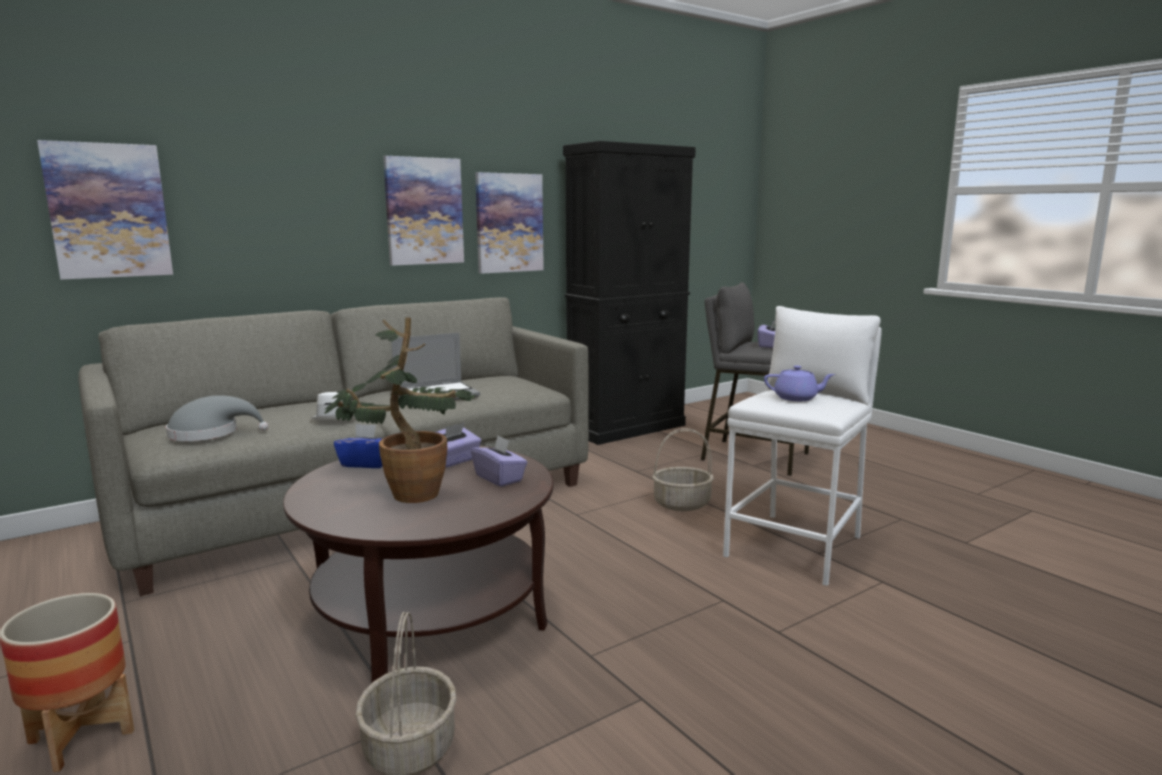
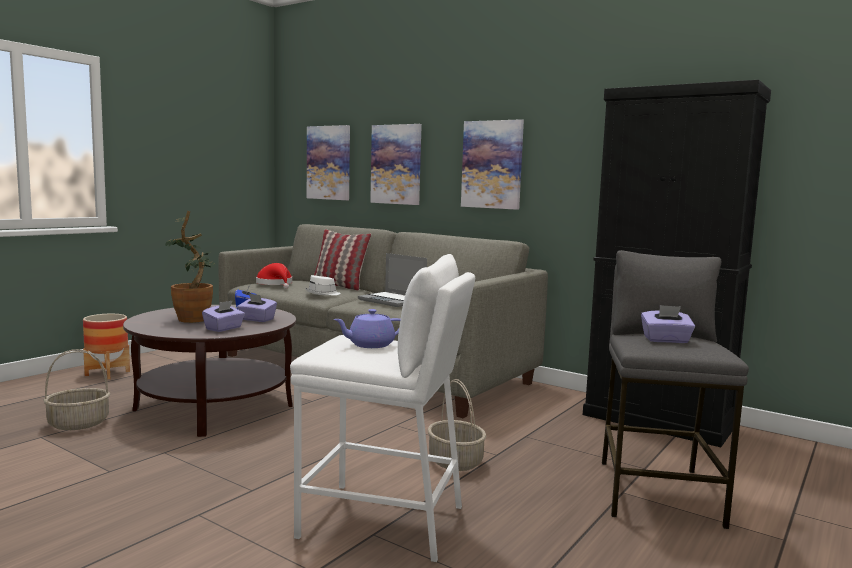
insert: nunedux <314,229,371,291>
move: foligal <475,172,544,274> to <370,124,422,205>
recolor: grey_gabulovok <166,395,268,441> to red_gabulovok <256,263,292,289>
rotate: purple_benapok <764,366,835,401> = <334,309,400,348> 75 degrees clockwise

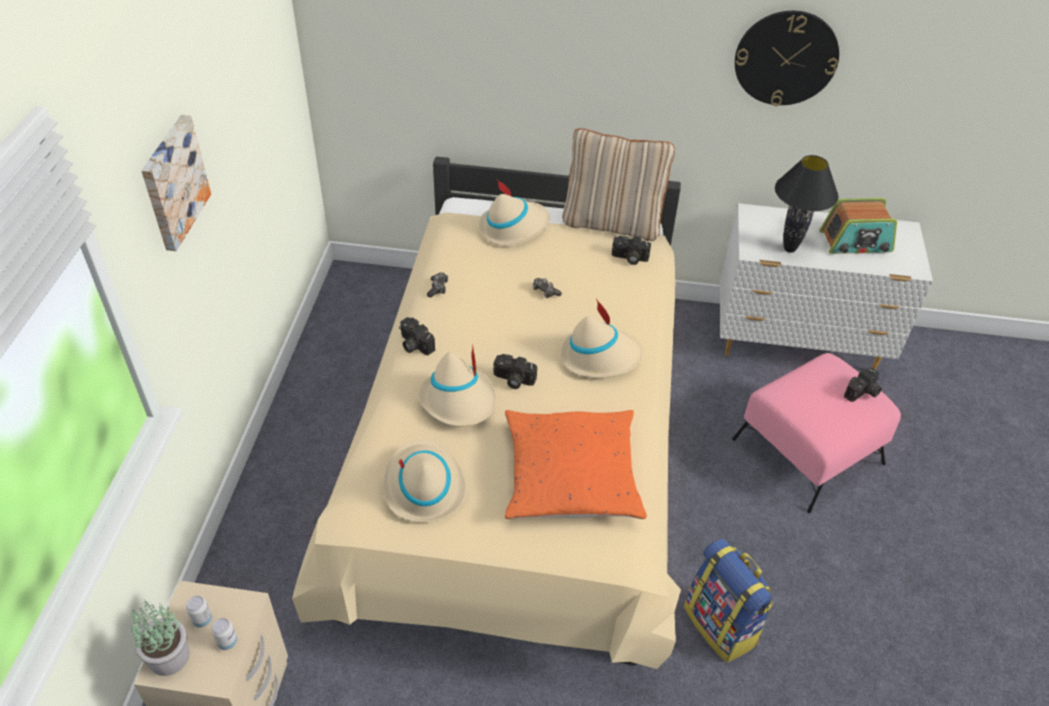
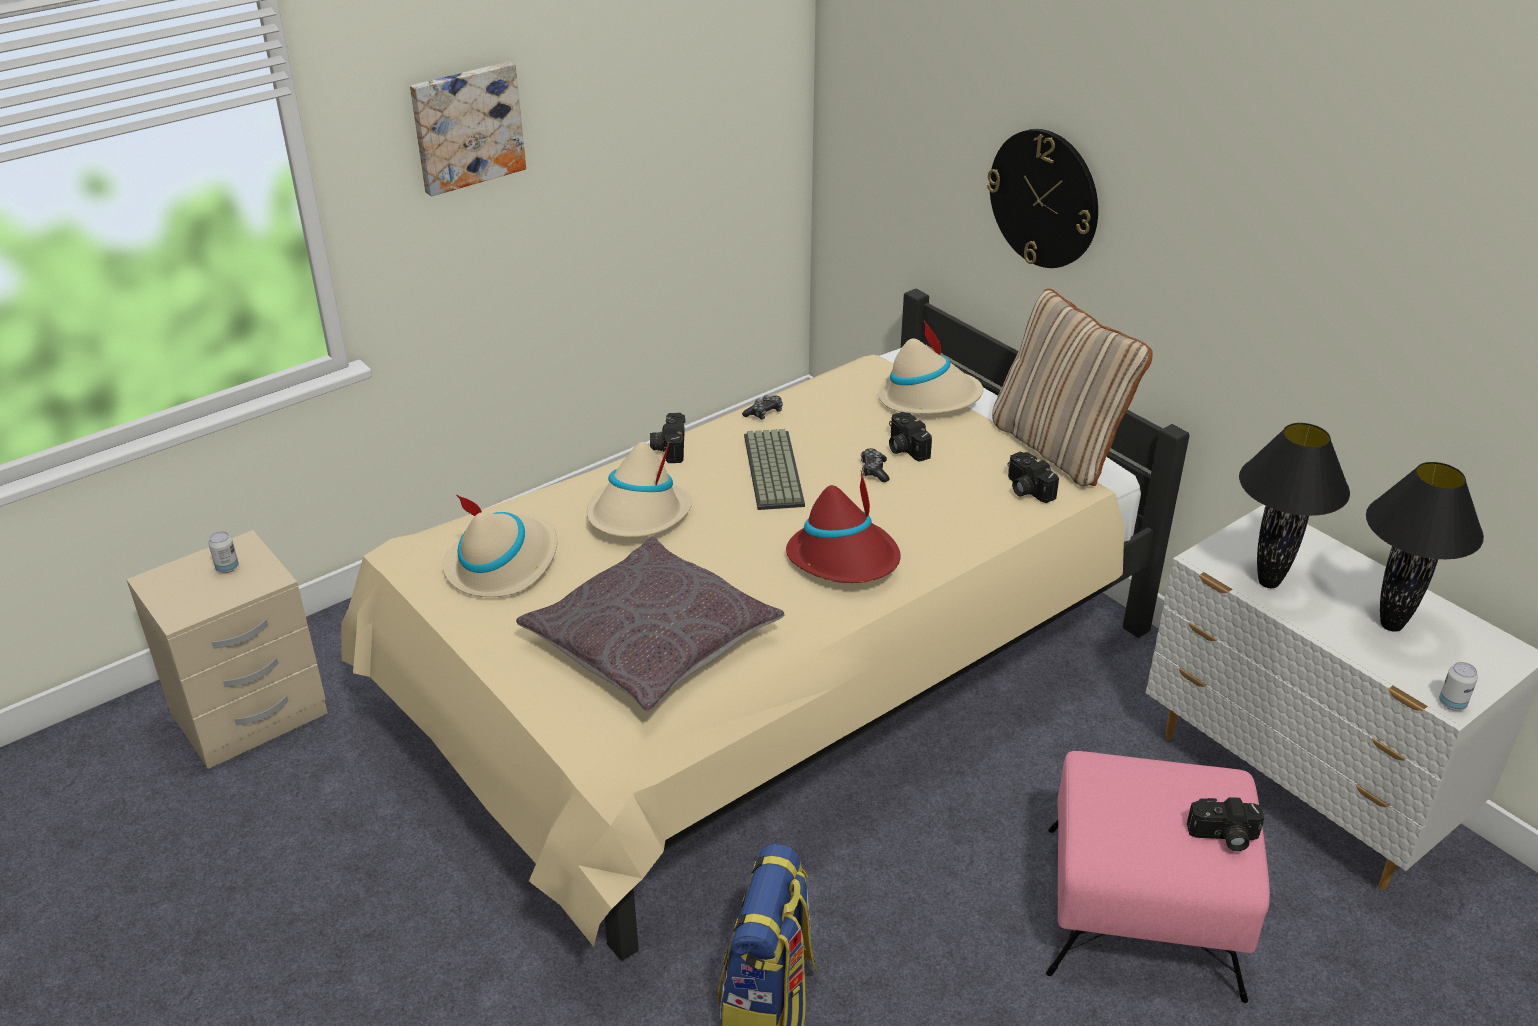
delete: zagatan <130,599,189,676>
insert: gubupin <744,429,805,510>
move: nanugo <493,354,537,389> to <889,412,932,462>; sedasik <735,11,839,106> to <987,129,1098,268>; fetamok <212,618,237,650> to <1439,662,1478,711>
replace: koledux <819,198,897,254> to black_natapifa <1366,462,1484,632>
recolor: orange_nunedux <505,410,647,519> to grey_nunedux <516,536,784,712>; beige_gabulovok <560,299,644,378> to red_gabulovok <786,470,901,583>

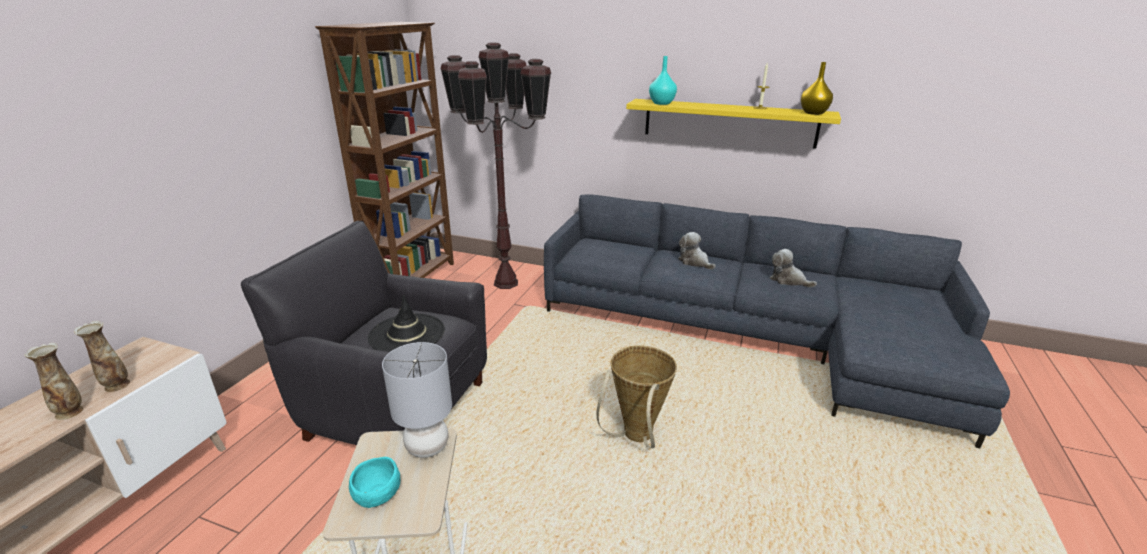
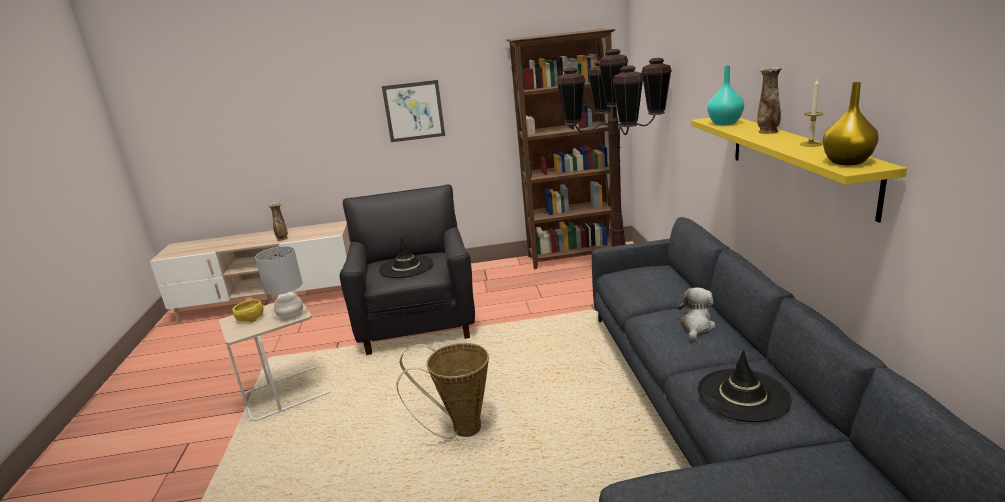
insert: foligal <382,80,445,142>
move: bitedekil <74,321,130,392> to <757,67,782,134>
replace: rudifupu <770,249,817,287> to black_gabulovok <697,350,792,422>
recolor: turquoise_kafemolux <349,457,400,508> to yellow_kafemolux <232,299,264,322>

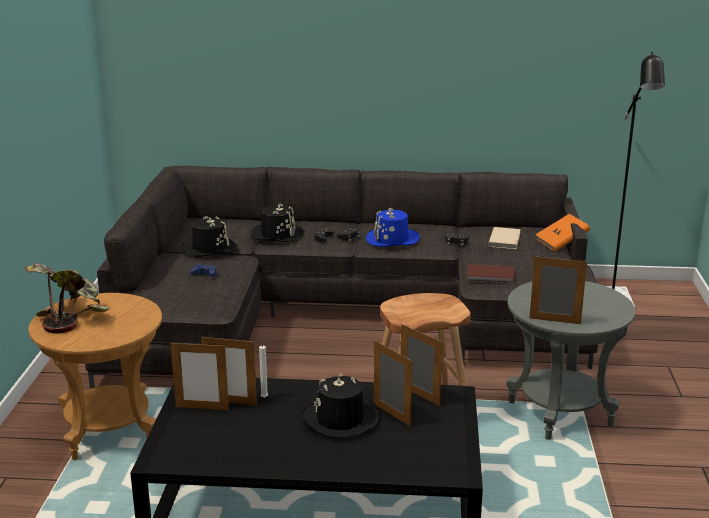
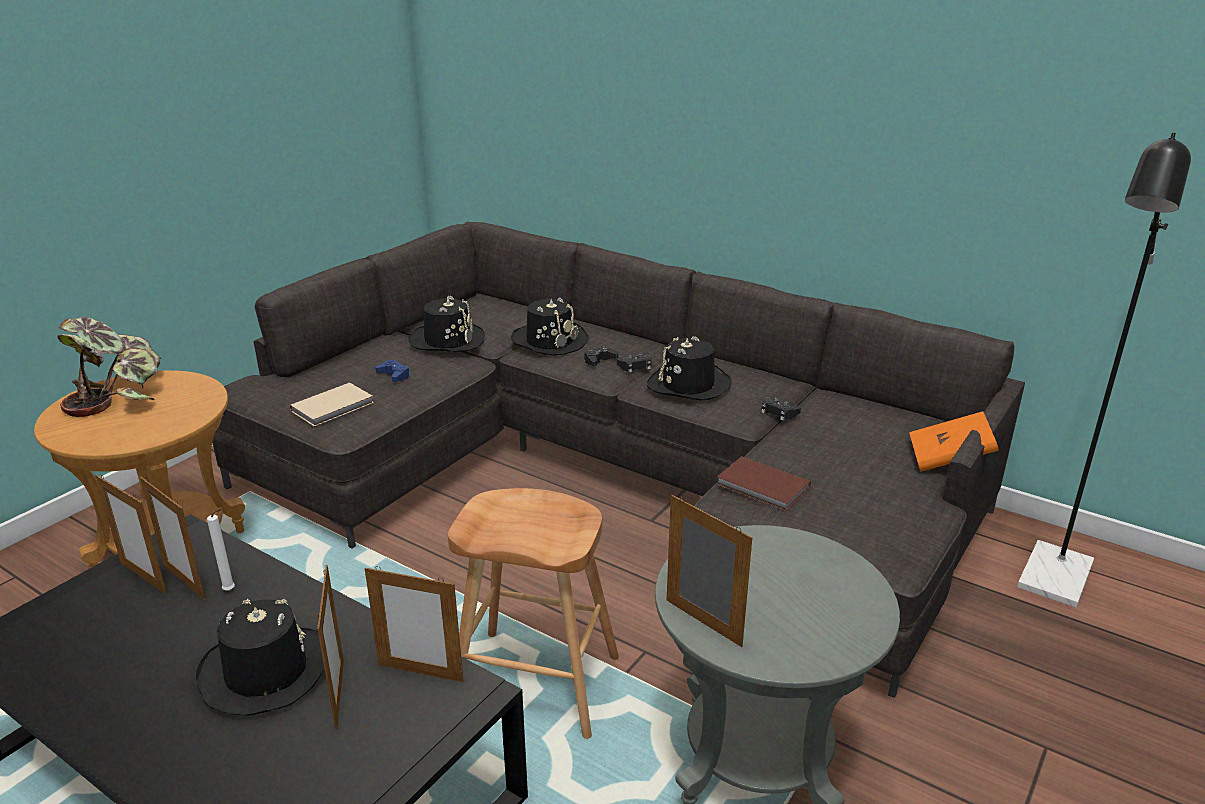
move: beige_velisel <488,227,521,249> to <290,383,374,426>
recolor: blue_gabulovok <366,208,420,247> to black_gabulovok <647,336,732,400>
rotate: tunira <401,324,443,406> = <365,566,463,682> 120 degrees clockwise

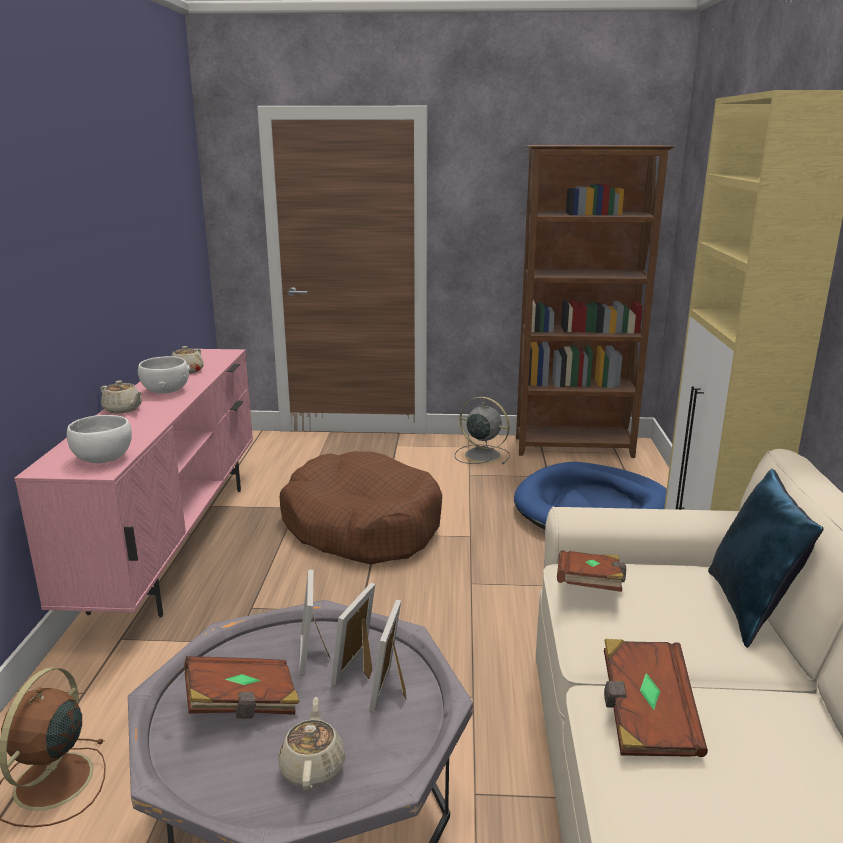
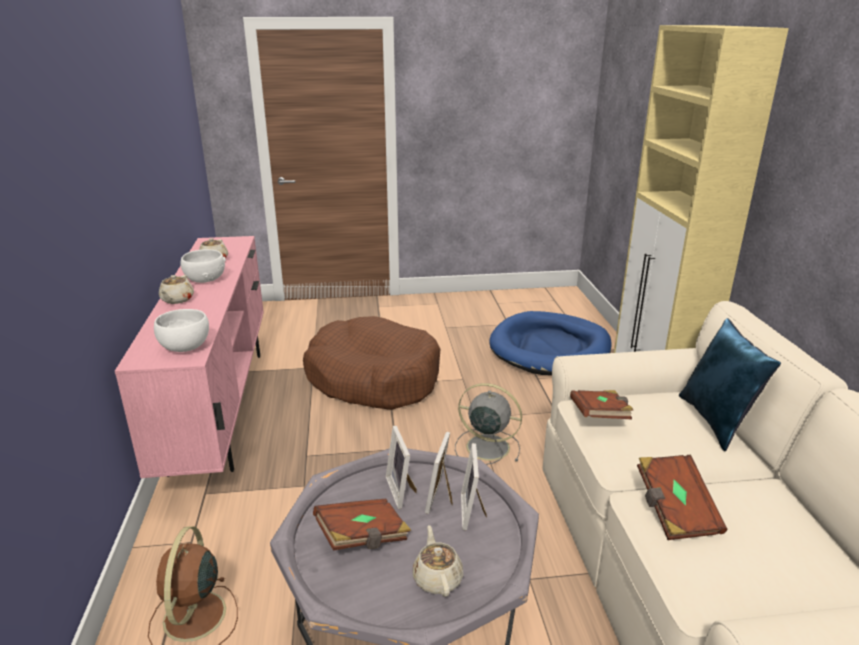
delete: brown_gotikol <516,145,675,458>
move: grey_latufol <455,397,510,464> to <455,383,522,465>
rotate: beige_benapok <101,380,142,414> = <159,275,194,304> 75 degrees clockwise

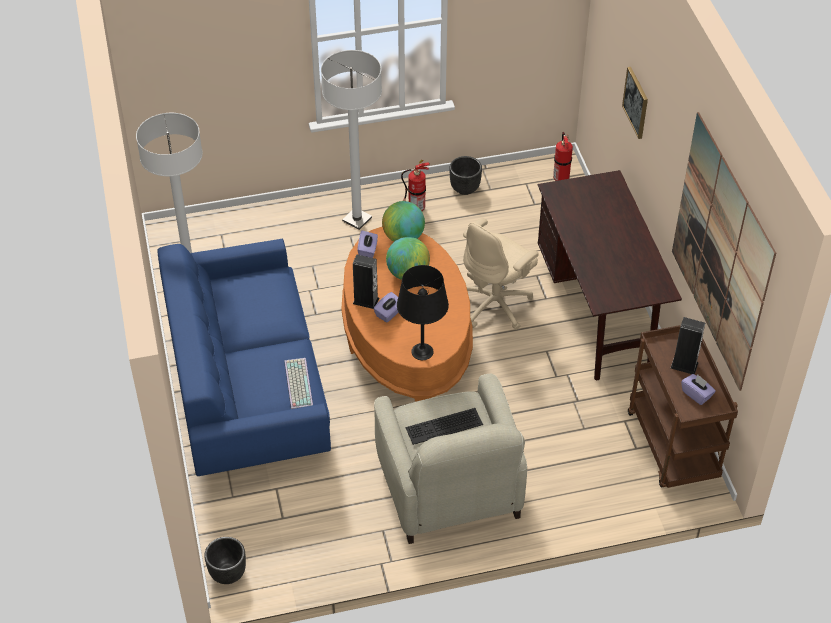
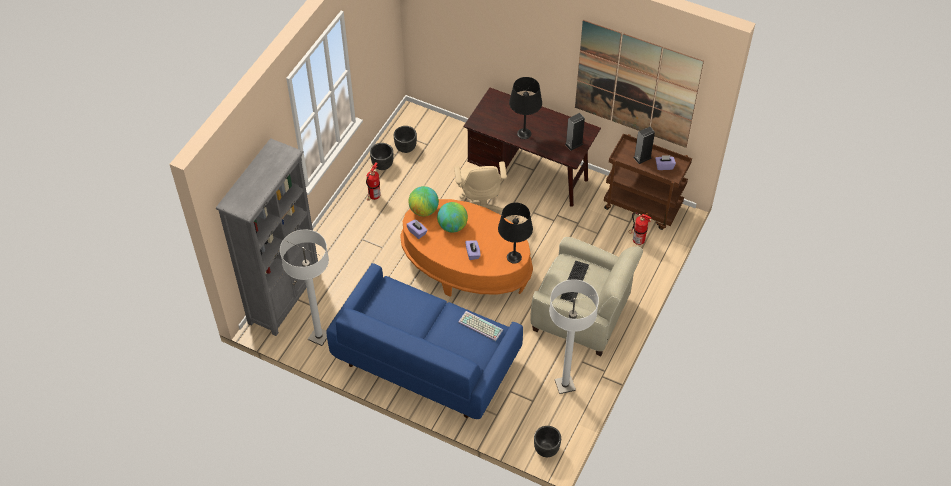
delete: foligal <622,67,648,139>
insert: grey_gotikol <216,138,318,336>; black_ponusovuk <394,126,417,153>; black_natapifa <509,77,542,139>
move: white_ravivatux <321,50,382,230> to <549,279,599,394>; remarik <353,255,379,309> to <565,113,585,151>; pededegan <553,132,573,181> to <629,212,651,245>

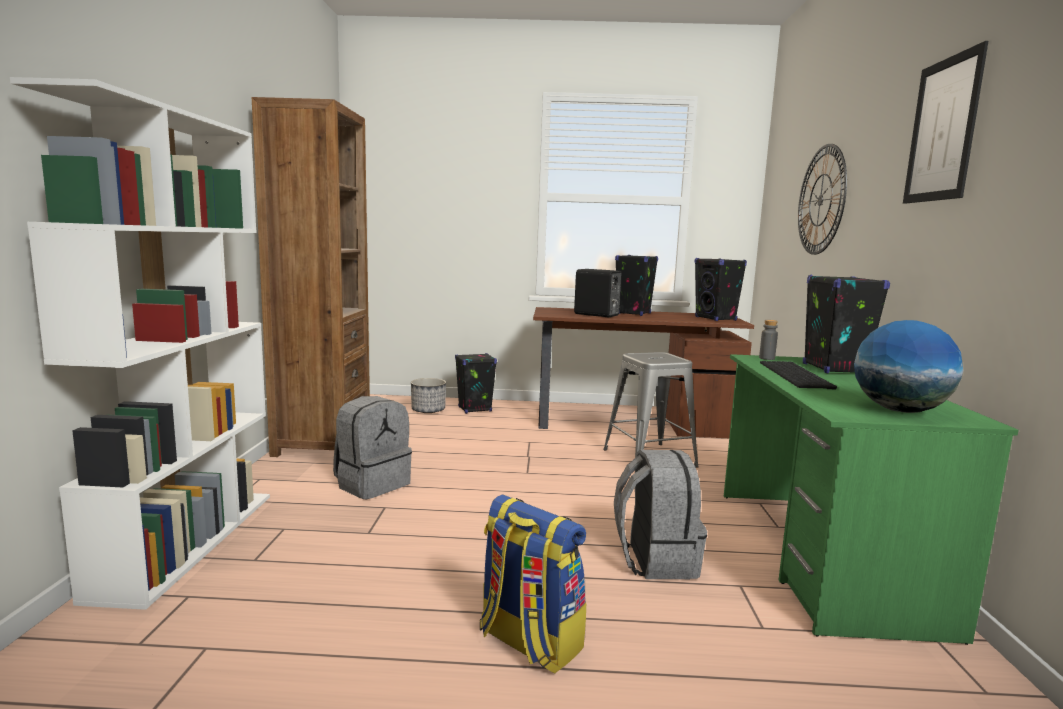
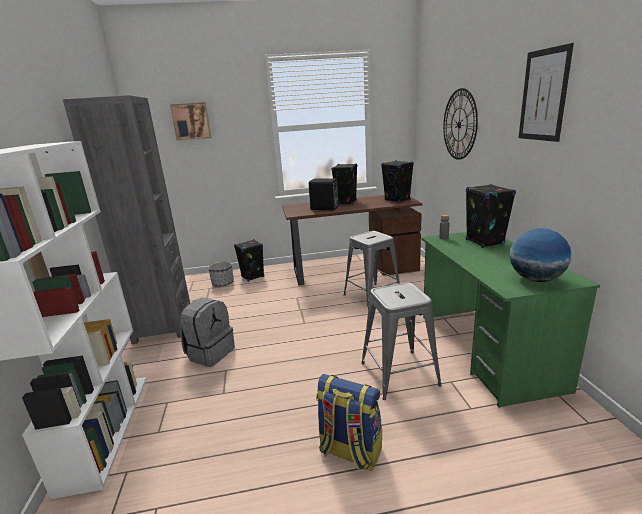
delete: gubupin <760,361,837,390>
insert: foligal <170,102,211,141>
replace: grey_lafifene <614,450,707,579> to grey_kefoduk <361,282,442,400>
recolor: brown_gotikol <252,97,370,457> to grey_gotikol <63,95,190,344>

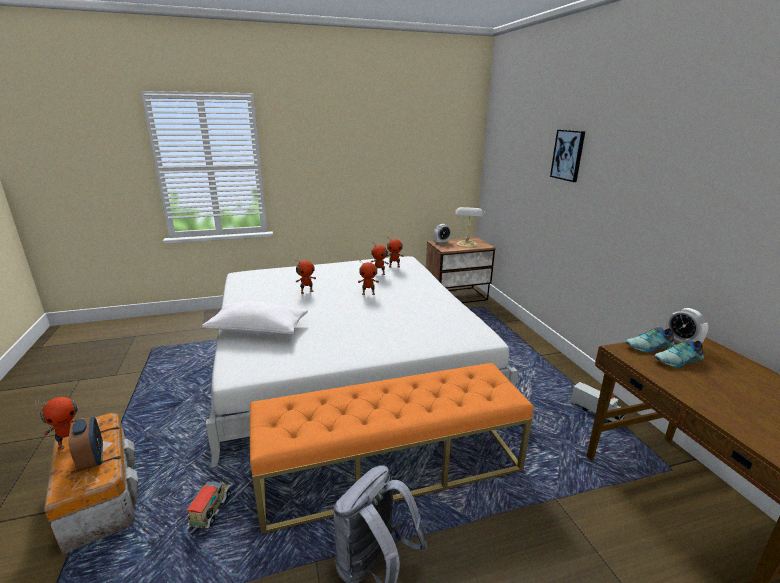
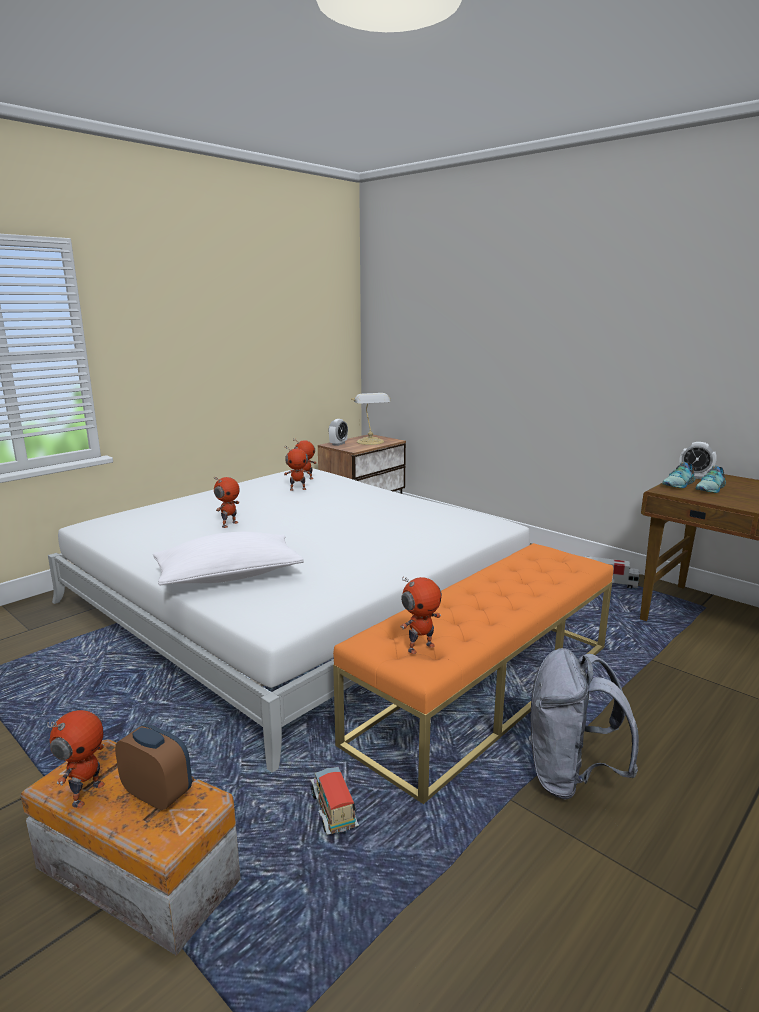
delete: foligal <550,130,585,182>
move: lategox <358,260,379,295> to <400,576,442,654>

